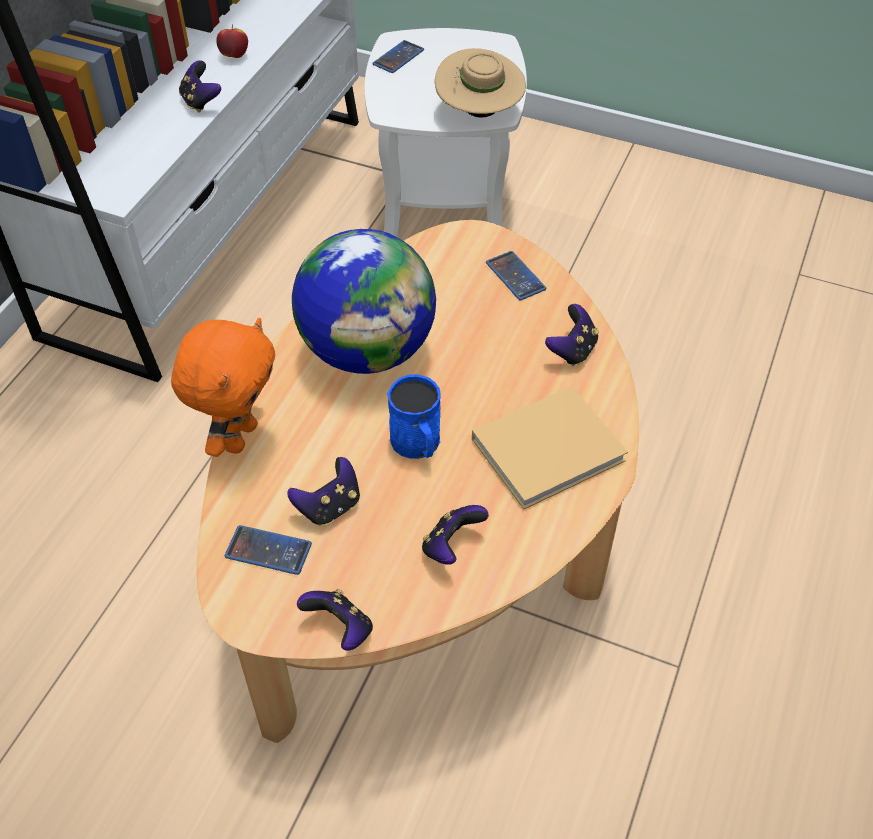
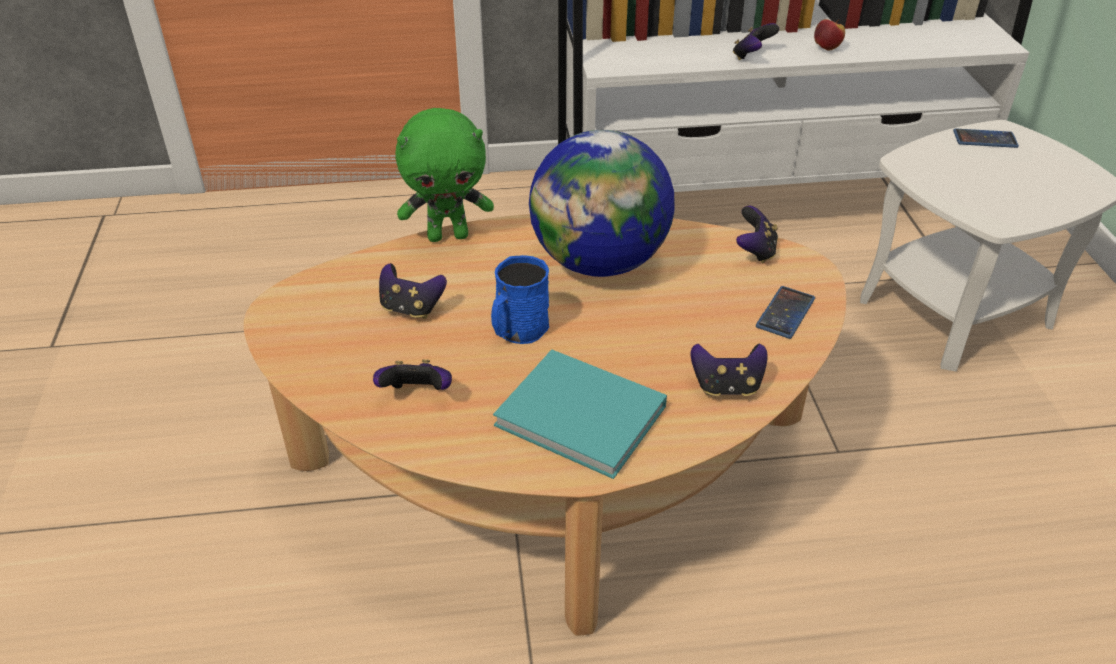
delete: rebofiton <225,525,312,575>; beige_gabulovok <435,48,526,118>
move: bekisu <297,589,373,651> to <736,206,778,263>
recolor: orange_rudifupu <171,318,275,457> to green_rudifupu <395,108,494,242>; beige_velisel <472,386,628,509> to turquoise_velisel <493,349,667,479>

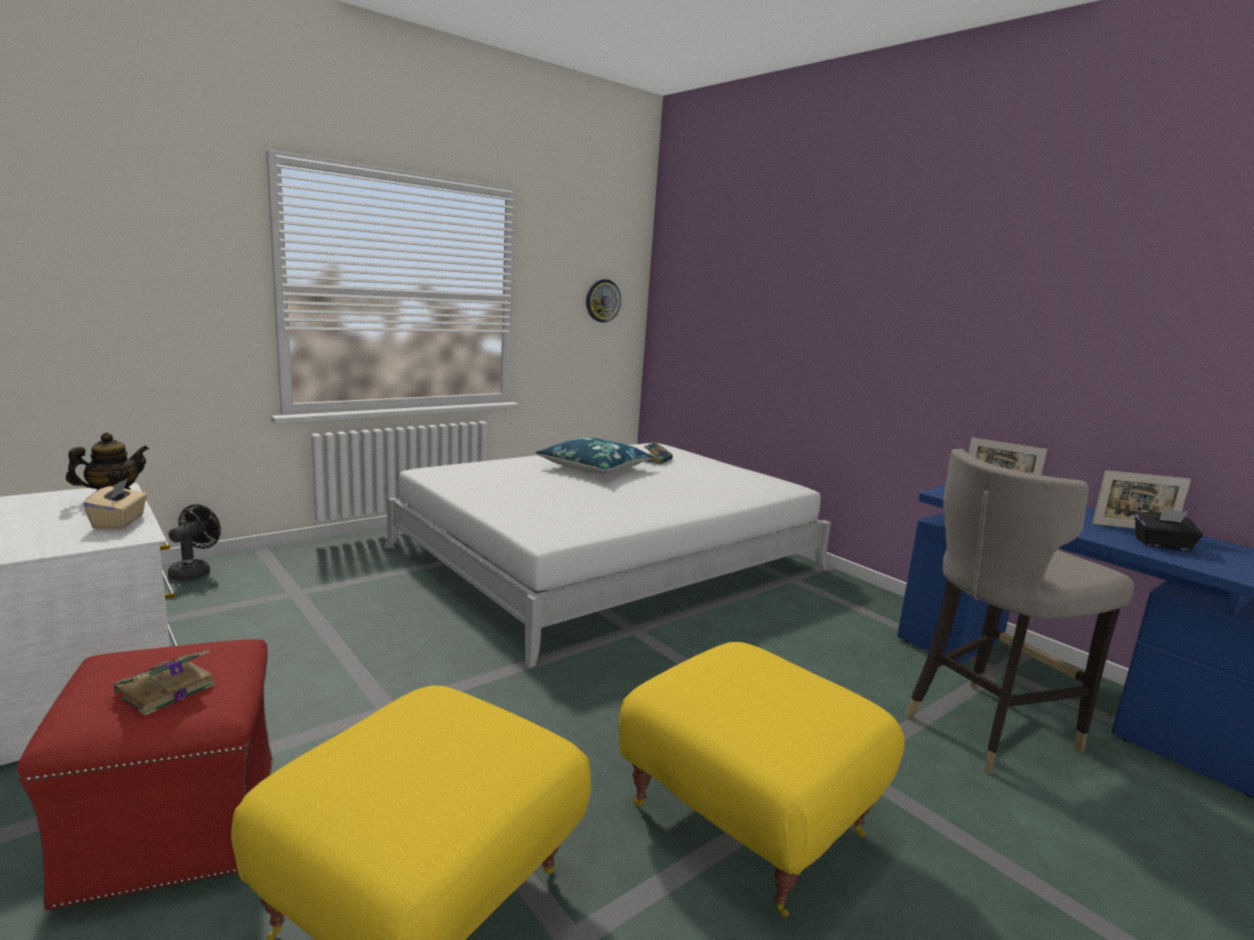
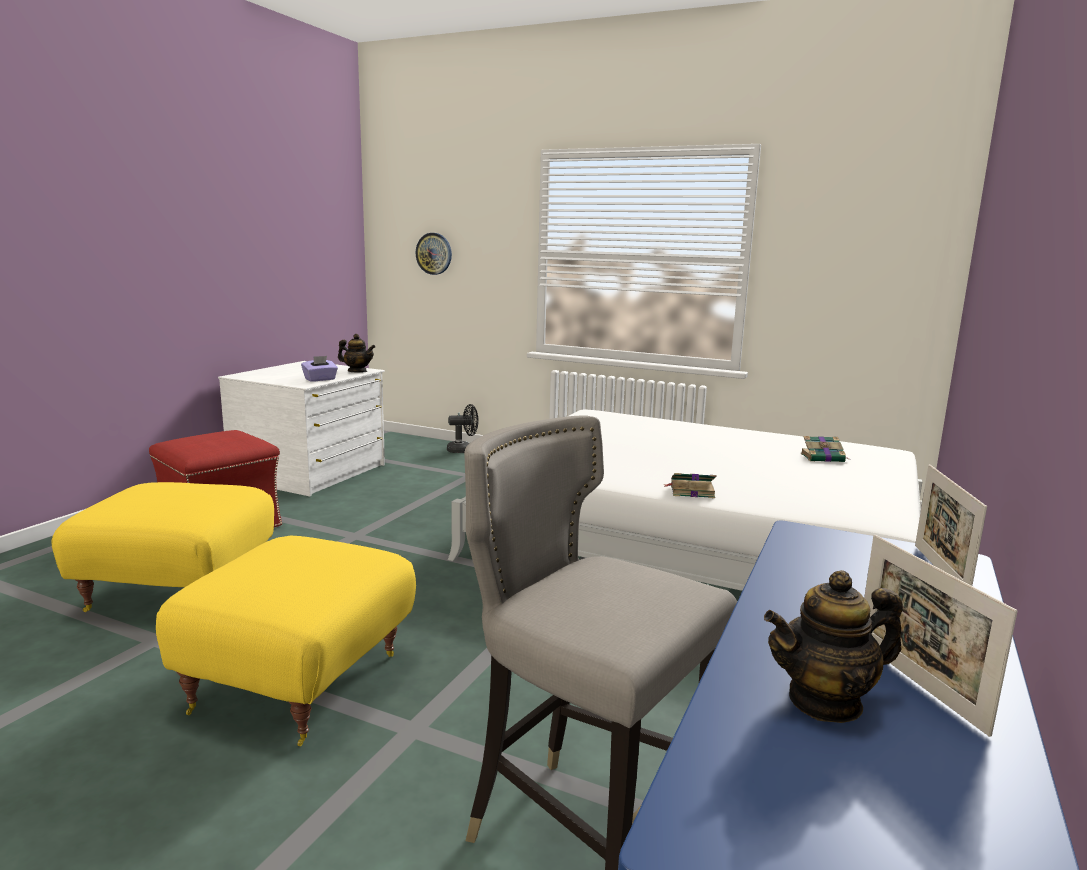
delete: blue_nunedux <535,437,654,475>
move: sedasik <586,279,621,322> to <415,233,452,275>; velisel <104,650,215,715> to <663,473,717,498>
replace: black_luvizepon <1135,508,1203,551> to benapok <764,570,903,723>
recolor: beige_luvizepon <84,478,147,529> to purple_luvizepon <301,356,338,382>

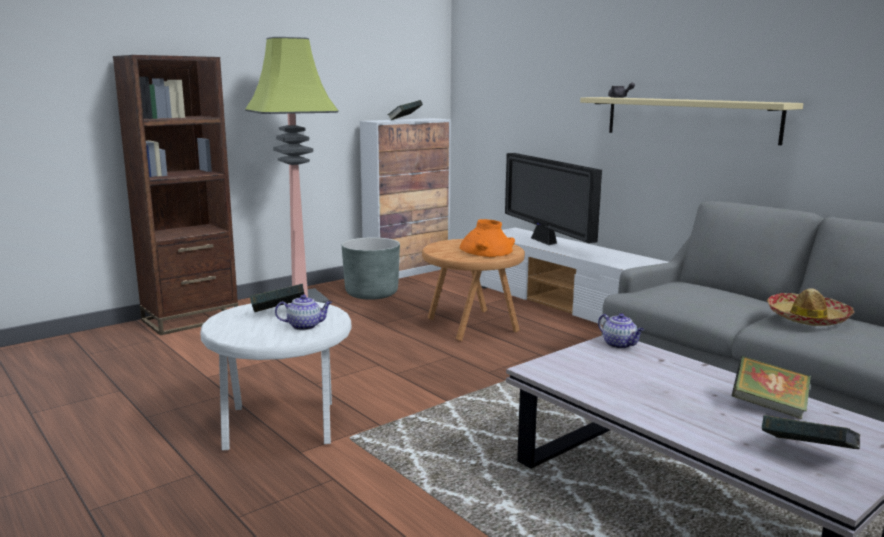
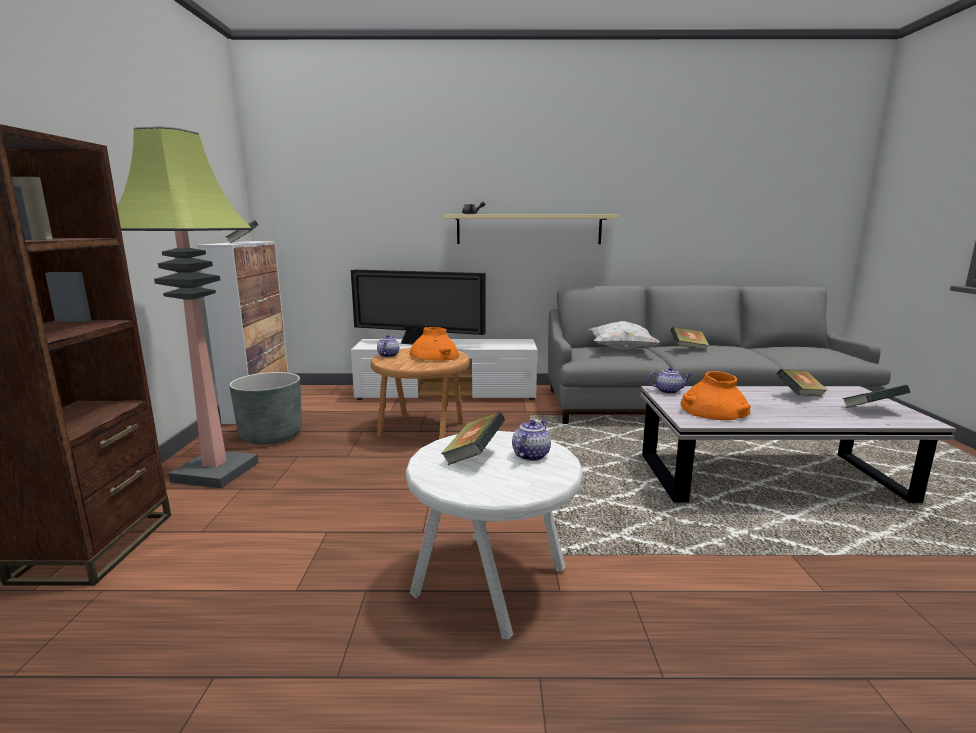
insert: benapok <377,335,399,357>; white_nunedux <589,321,660,350>; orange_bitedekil <680,371,750,420>
replace: gabulovok <767,288,854,326> to velisel <670,327,709,350>

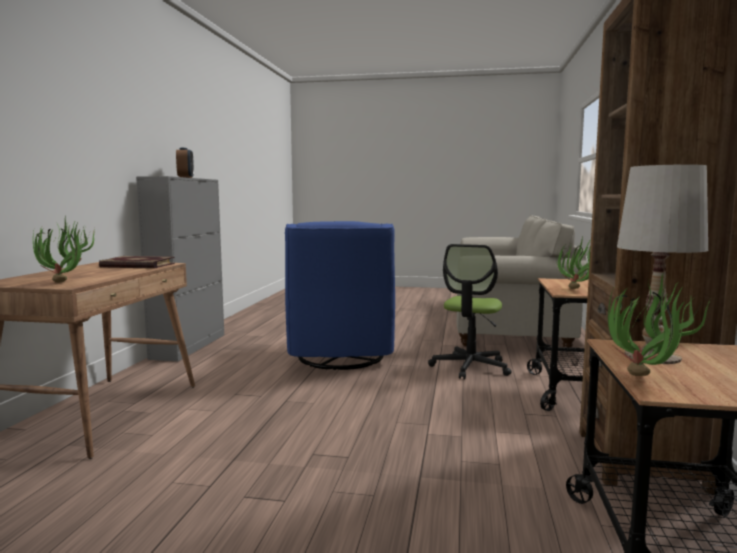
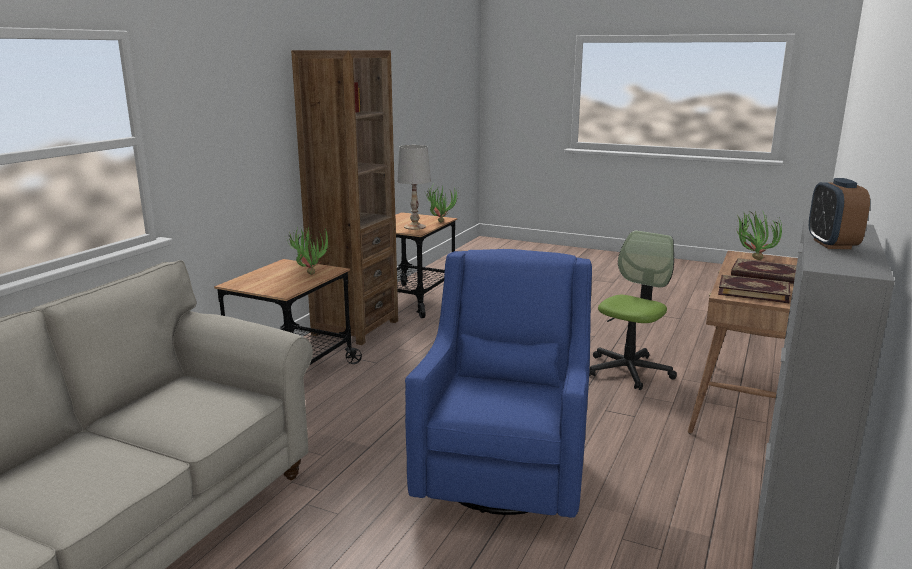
insert: velisel <731,258,797,284>
move: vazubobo <428,244,512,379> to <589,230,677,390>

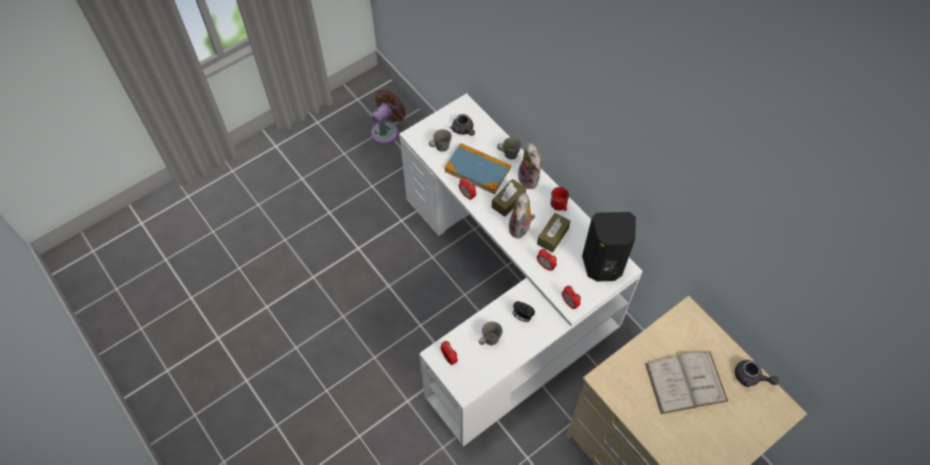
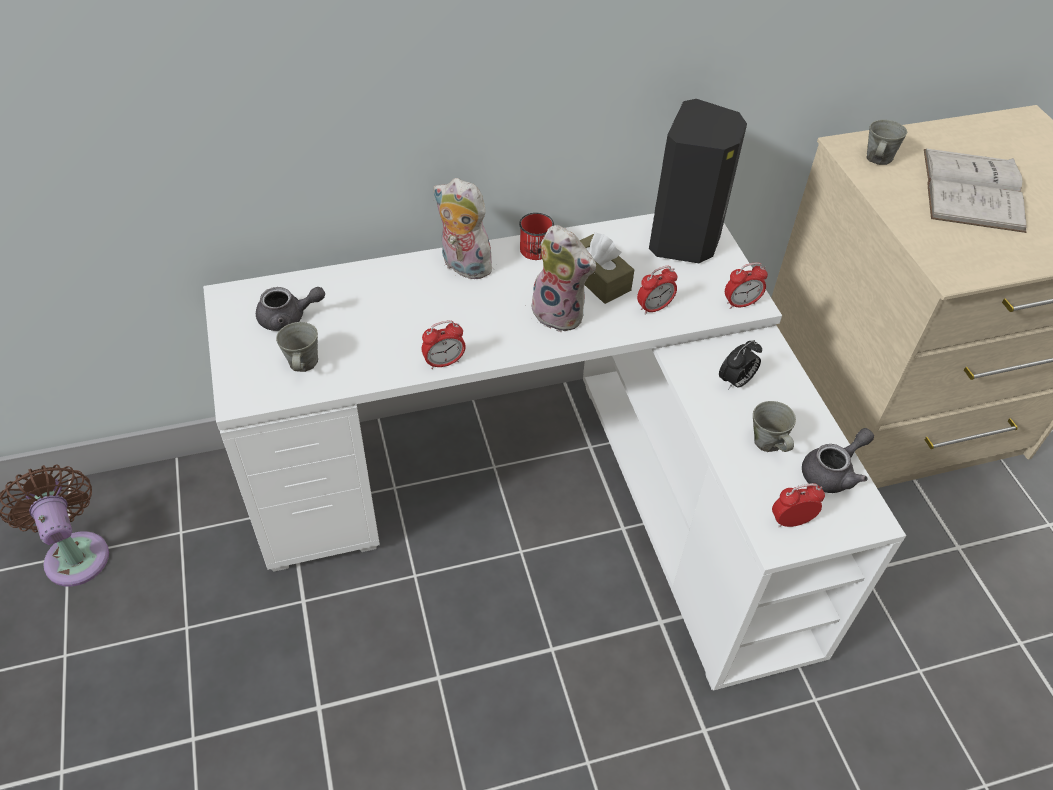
delete: velisel <444,143,511,194>; brown_luvizepon <492,179,526,217>
move: grey_benapok <735,360,779,387> to <802,428,874,493>; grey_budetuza <497,137,522,159> to <867,120,907,165>
rotate: rudifupu <518,143,544,189> = <433,178,492,280> 150 degrees counterclockwise

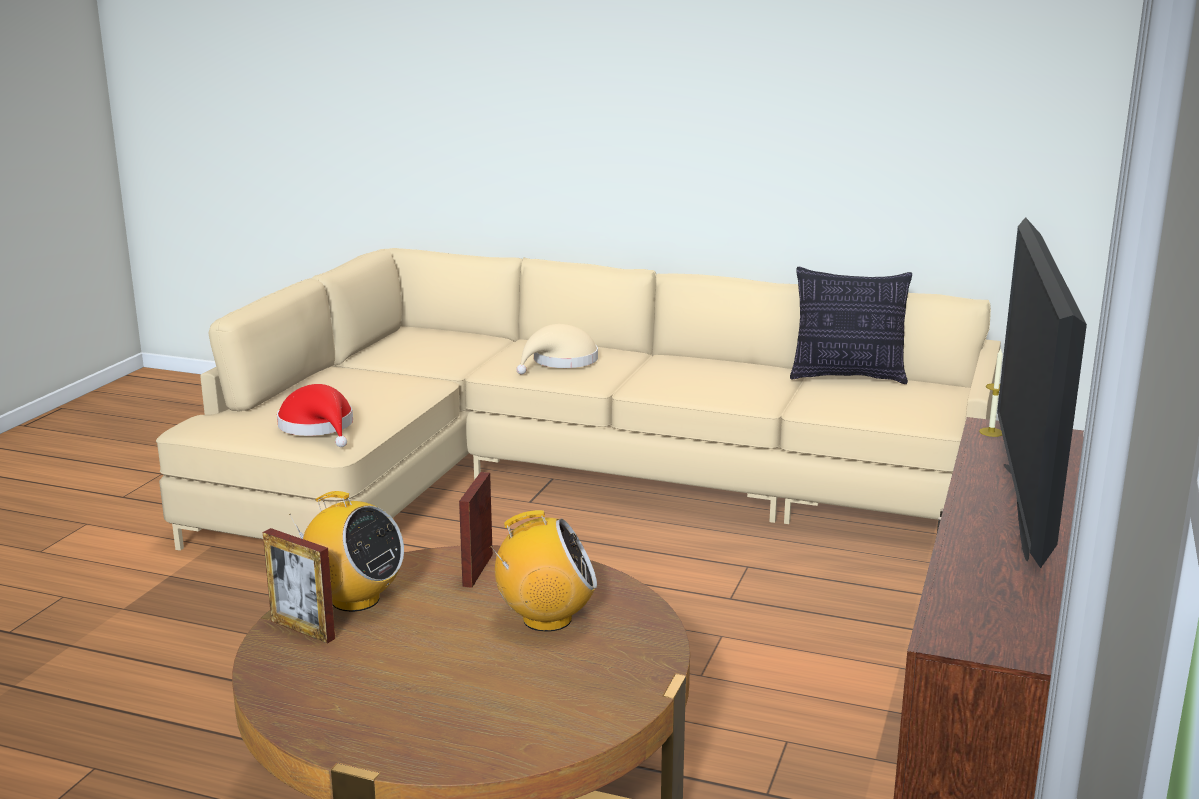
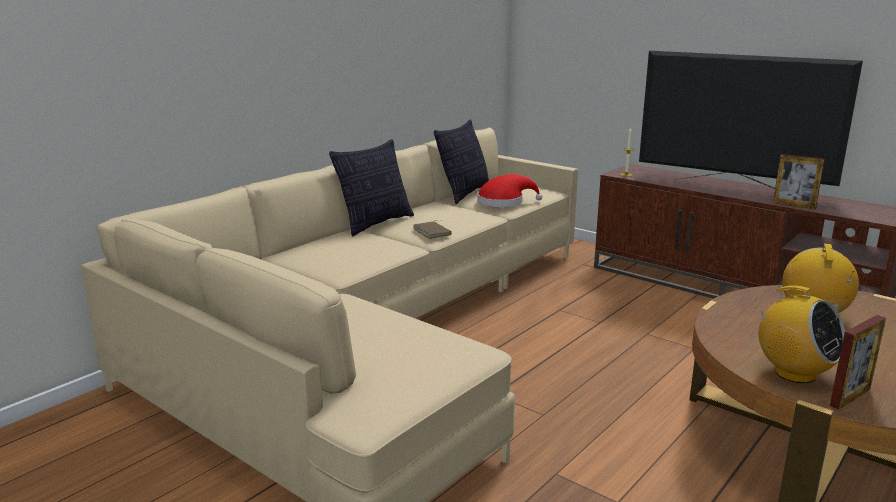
delete: beige_gabulovok <516,324,598,374>
insert: nunedux <329,139,414,236>; brown_velisel <413,220,452,239>
move: red_gabulovok <277,384,353,447> to <477,174,542,207>; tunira <459,472,493,588> to <773,154,825,209>
rotate: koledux <289,491,404,612> = <756,285,845,383> 90 degrees clockwise

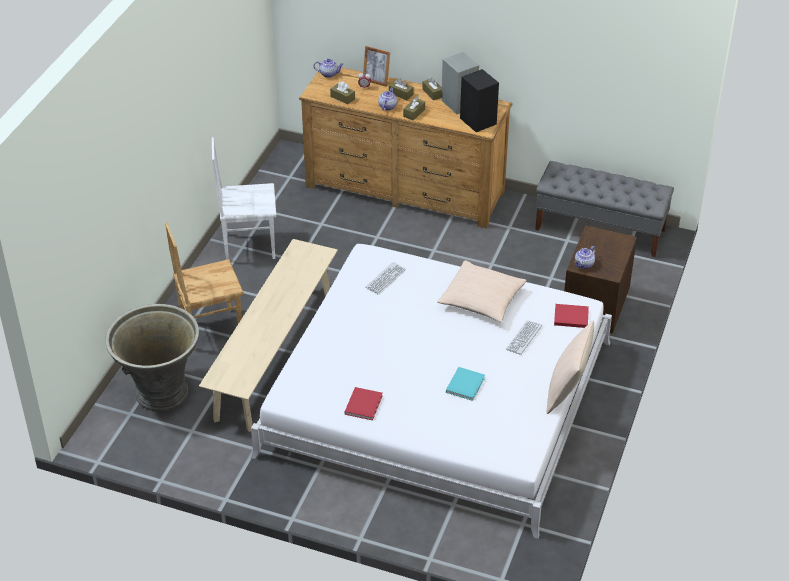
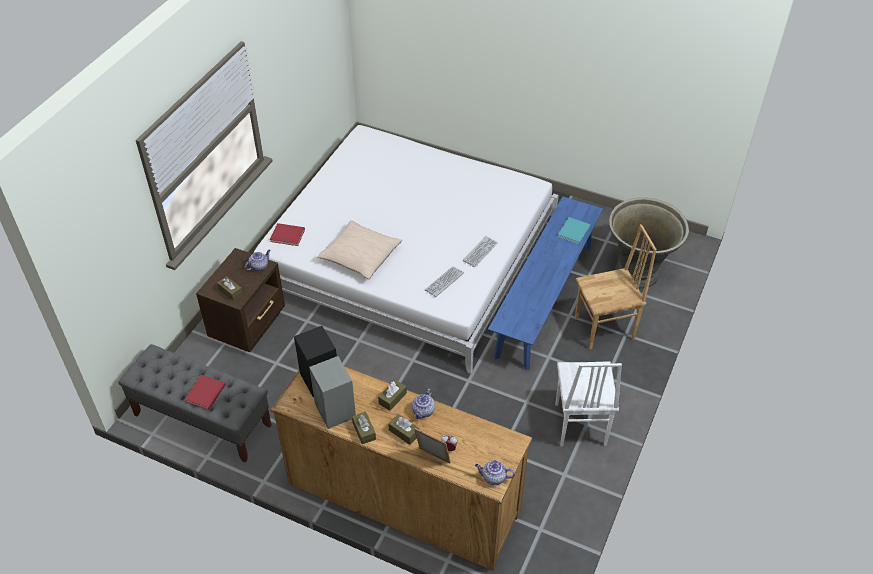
delete: beige_nunedux <547,321,594,414>
move: red_velisel <345,387,383,420> to <184,375,226,410>; brown_luvizepon <330,81,355,104> to <217,276,243,301>; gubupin <505,320,542,355> to <463,236,498,268>; turquoise_velisel <446,367,485,401> to <558,217,591,245>
recolor: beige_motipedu <199,239,338,432> to blue_motipedu <488,196,603,370>
rotate: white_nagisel <212,137,277,260> = <555,361,622,446> 90 degrees clockwise

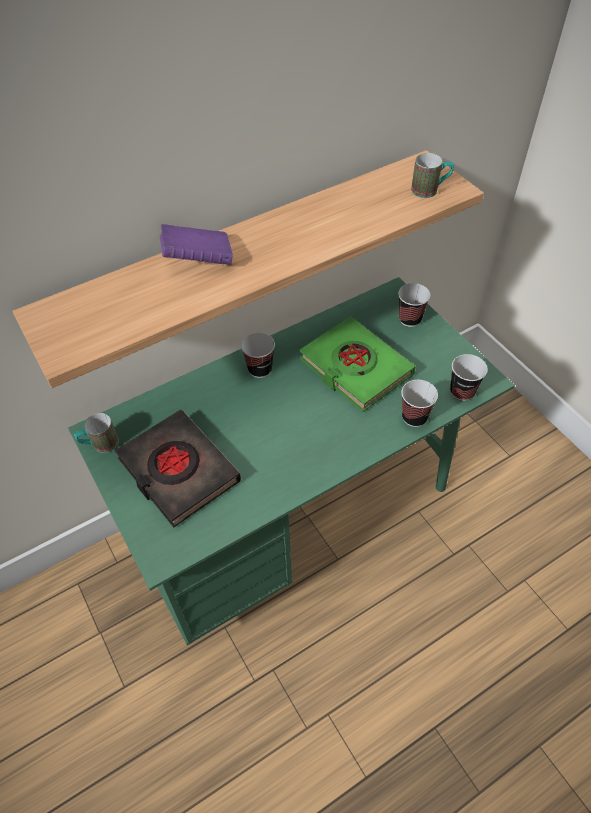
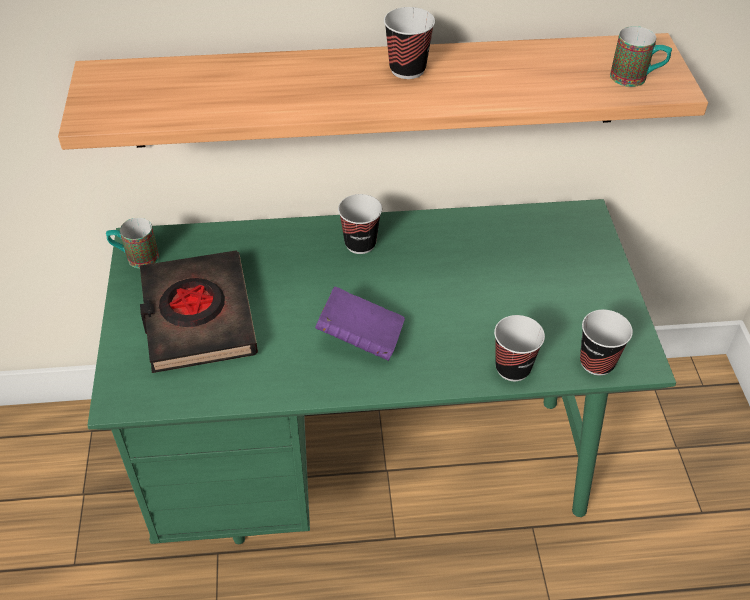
delete: green_velisel <300,316,416,412>
move: purple_velisel <160,224,233,265> to <315,287,405,361>; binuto <398,283,431,327> to <384,7,435,79>

